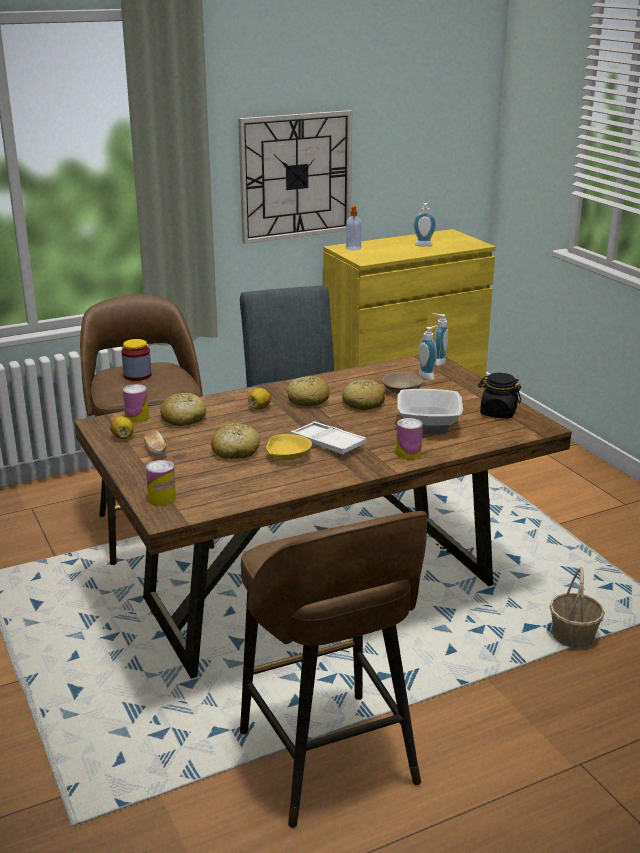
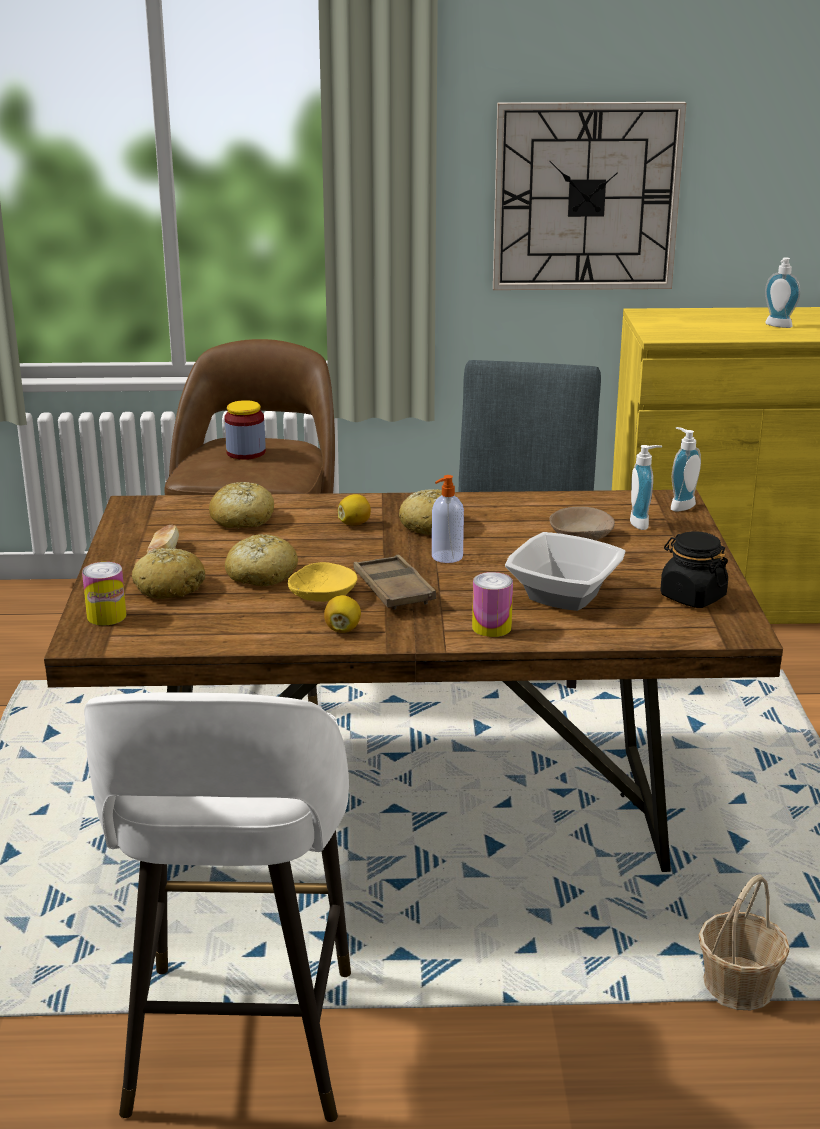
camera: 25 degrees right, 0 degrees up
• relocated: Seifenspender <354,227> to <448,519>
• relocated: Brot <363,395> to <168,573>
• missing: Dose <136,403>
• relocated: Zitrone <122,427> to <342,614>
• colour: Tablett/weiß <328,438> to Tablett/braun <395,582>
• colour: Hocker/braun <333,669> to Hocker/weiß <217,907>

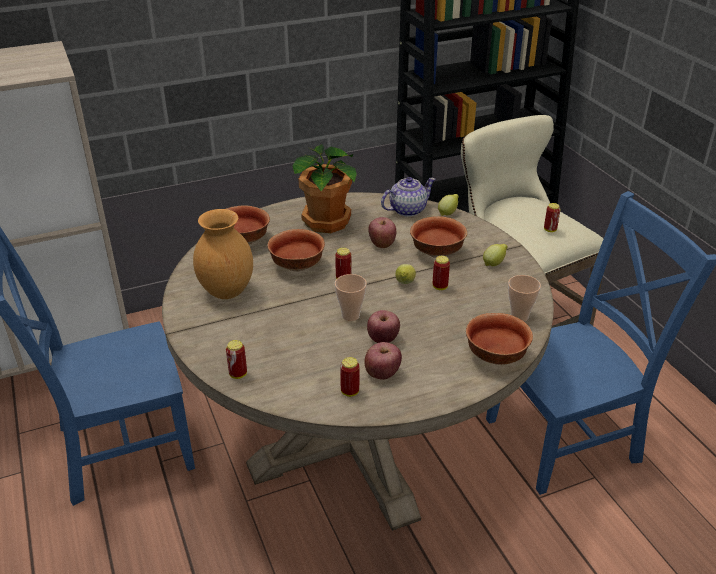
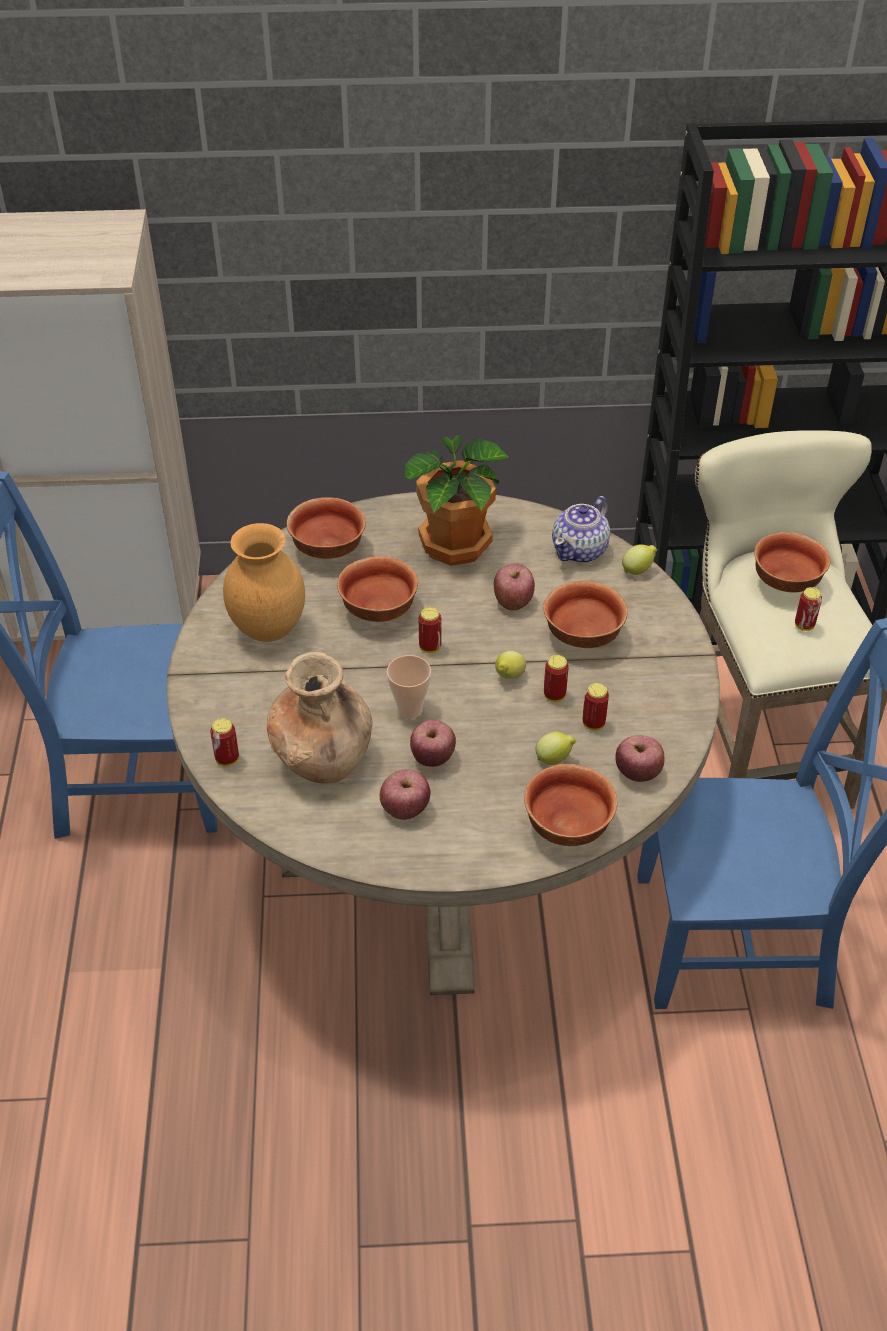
camera: 20 degrees right, 10 degrees up
• spun: Teekanne <408,197> = <581,529> 135 degrees clockwise
• relocated: Zitrone <495,255> to <555,748>
• exchanged: Tasse <524,298> to Apfel <640,758>
• relocated: Dose <349,377> to <596,706>
• appeared: Schüssel <792,562>
• appeared: Vase/braun <320,717>

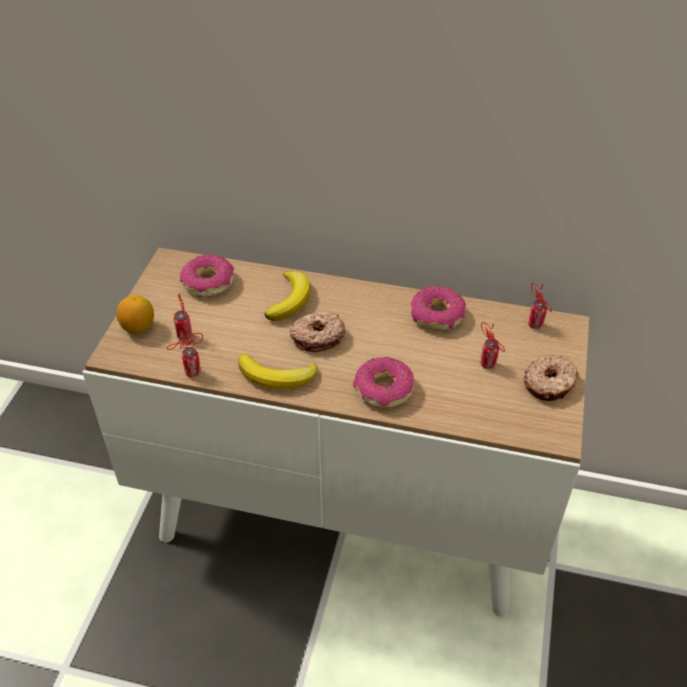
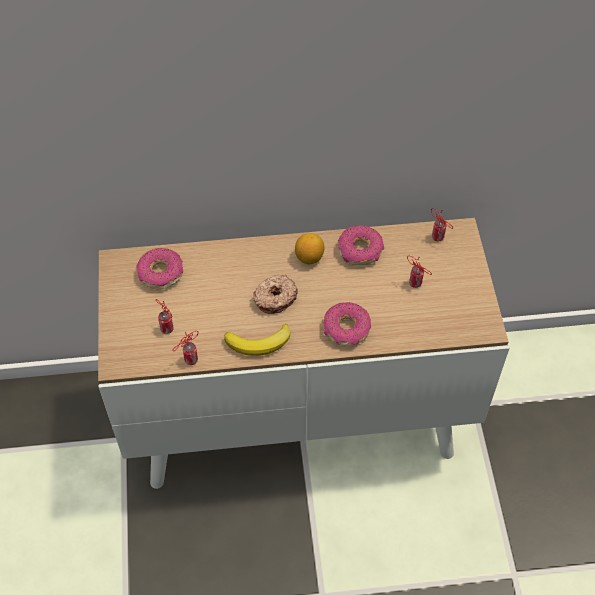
camera: 20 degrees left, 10 degrees up
• missing: Banane <287,296>
• relocated: Zitrone <135,314> to <309,248>
• missing: Donut <551,377>

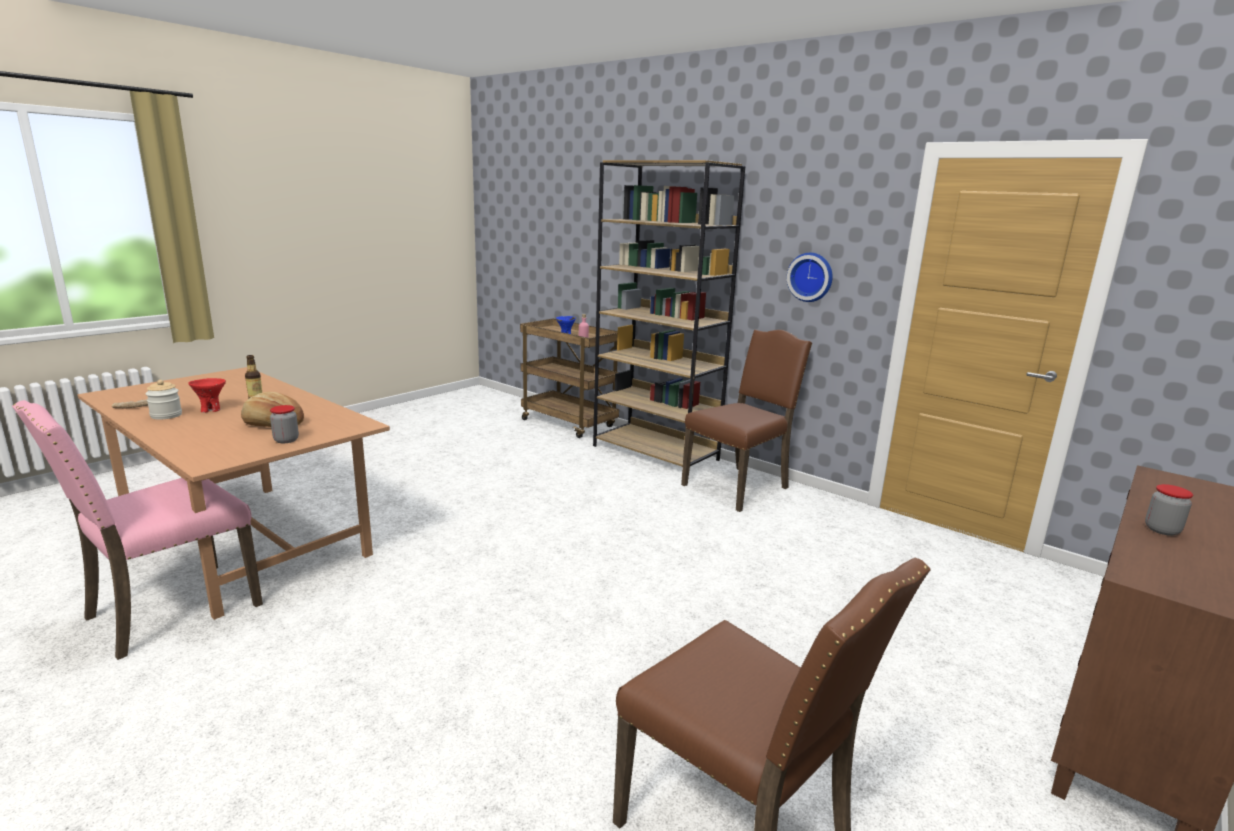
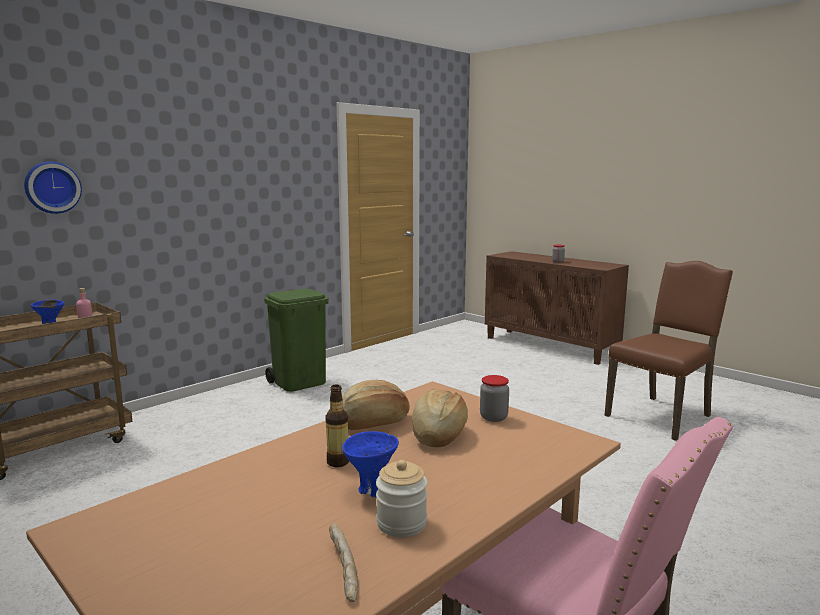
camera: 85 degrees left, 5 degrees down
• missing: Bücherregal/braun <669,313>
• relocated: Wanduhr <810,277> to <53,187>
• exchanged: Stuhl/braun <746,421> to Mülleimer/grün <296,340>
• colour: Schüssel/rot <207,395> to Schüssel/blau <370,464>
• appeared: Brot <376,405>

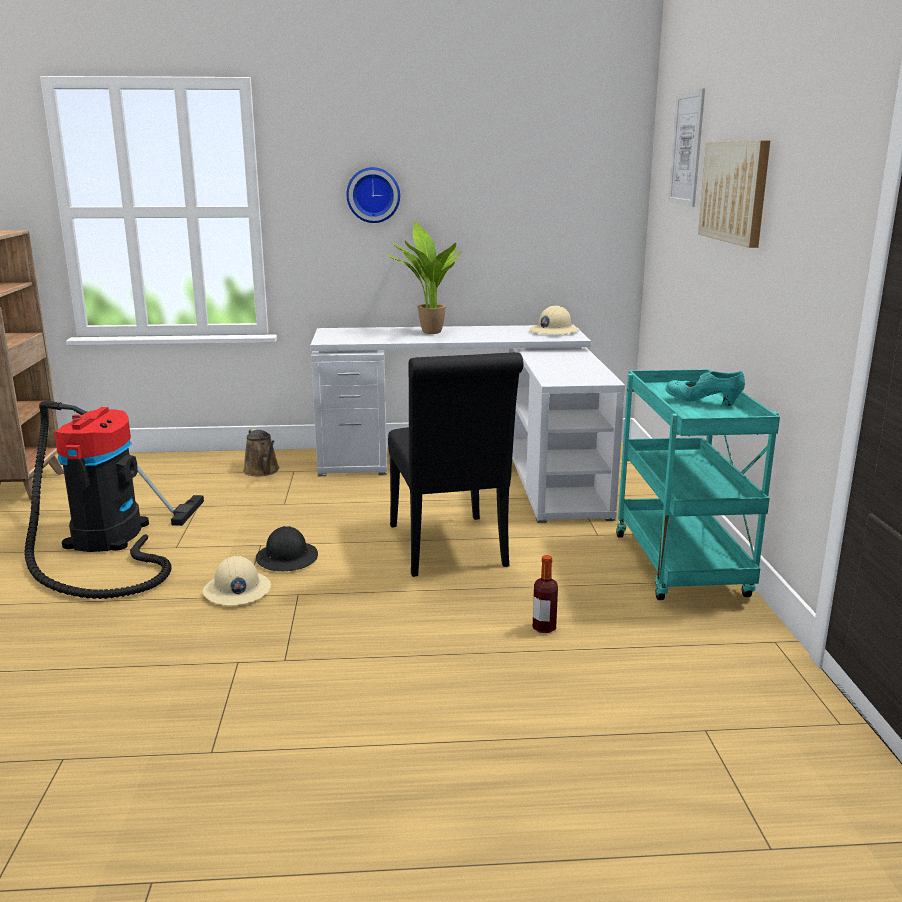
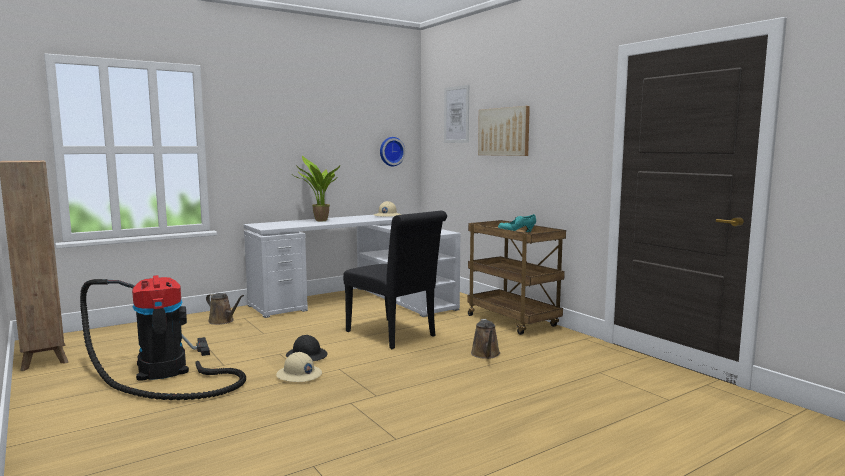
camera: 30 degrees left, 10 degrees down
• relocated: Wanduhr <373,195> to <392,151>
• colour: Rollwagen/türkis <698,484> to Rollwagen/braun <516,277>
• exchanged: Flasche <545,594> to Gießkanne/braun <485,339>

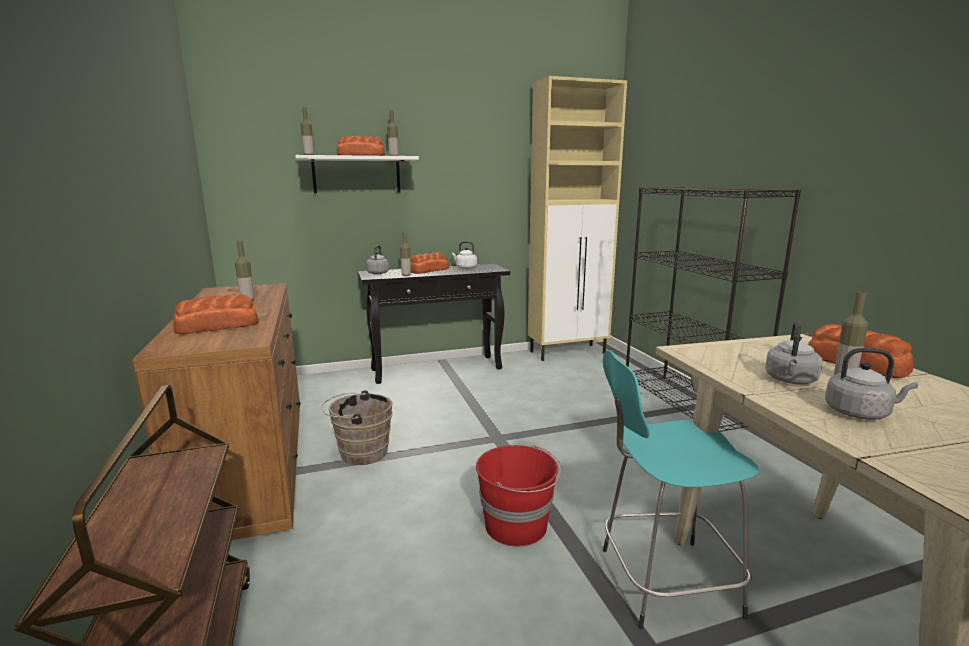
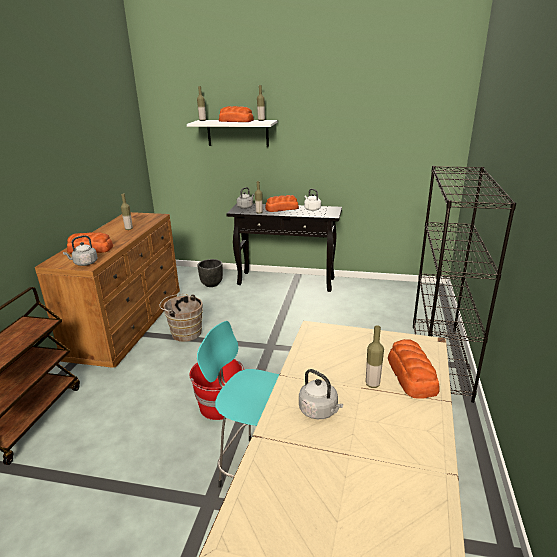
camera: 30 degrees right, 10 degrees up
• missing: Schrank/beige <577,218>
• relocated: Wasserkessel/grau <794,352> to <80,250>
• appeared: Pflanzkübel/schwarz <210,273>

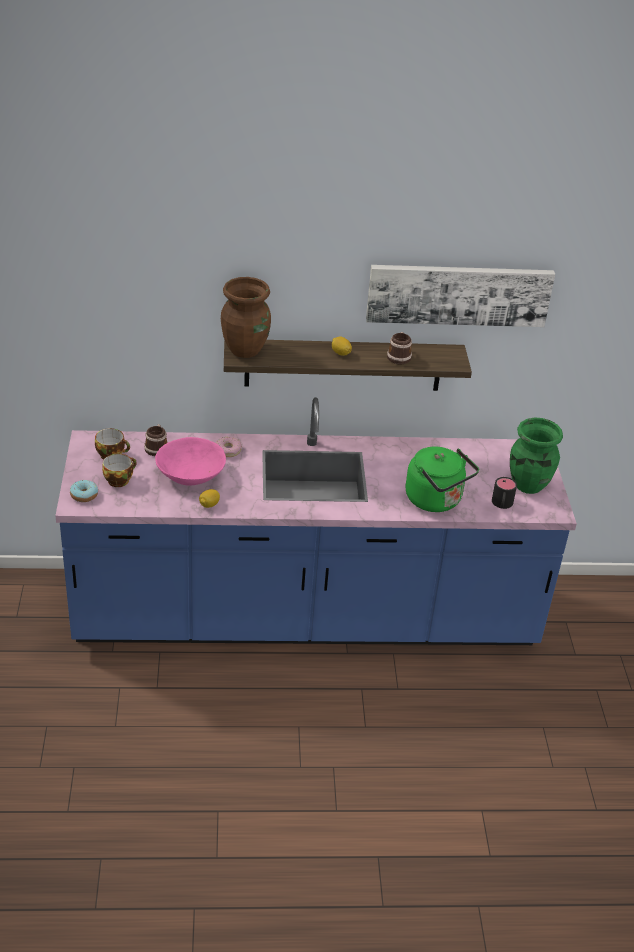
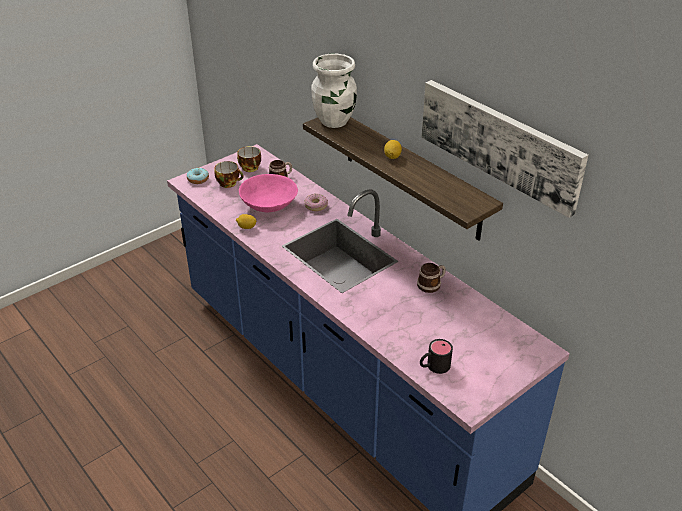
camera: 55 degrees right, 0 degrees up
• colour: Vase/braun <246,317> to Vase/weiß <334,91>
• relocated: Henkelbecher <399,348> to <431,278>
• missing: Vase/grün <536,455>
• missing: Wasserkessel/grün <442,479>

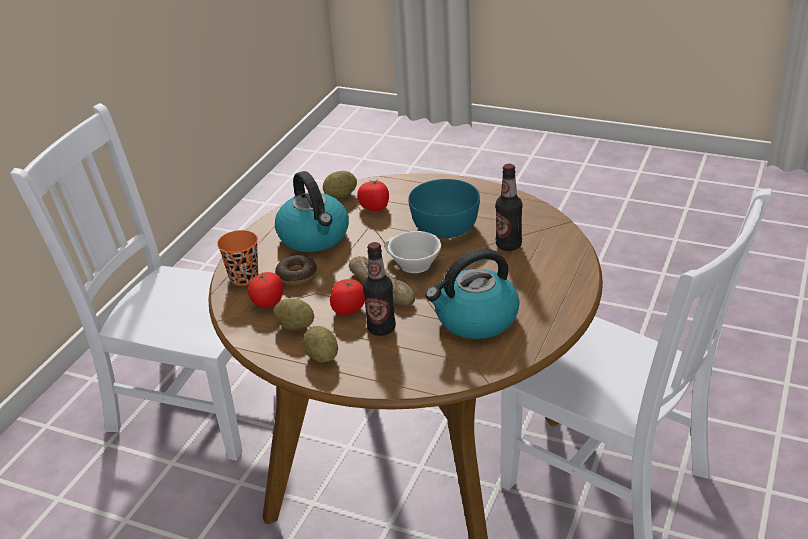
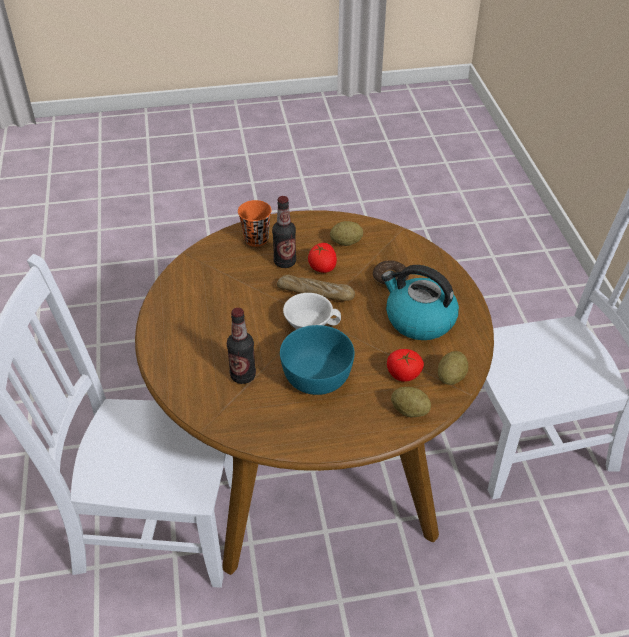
camera: 145 degrees right, 10 degrees up
• relocated: Tasse/orange <237,258> to <255,223>
• missing: Wasserkessel <472,293>
• missing: Tomate <265,290>
• relocated: Kartoffel <320,344> to <411,402>

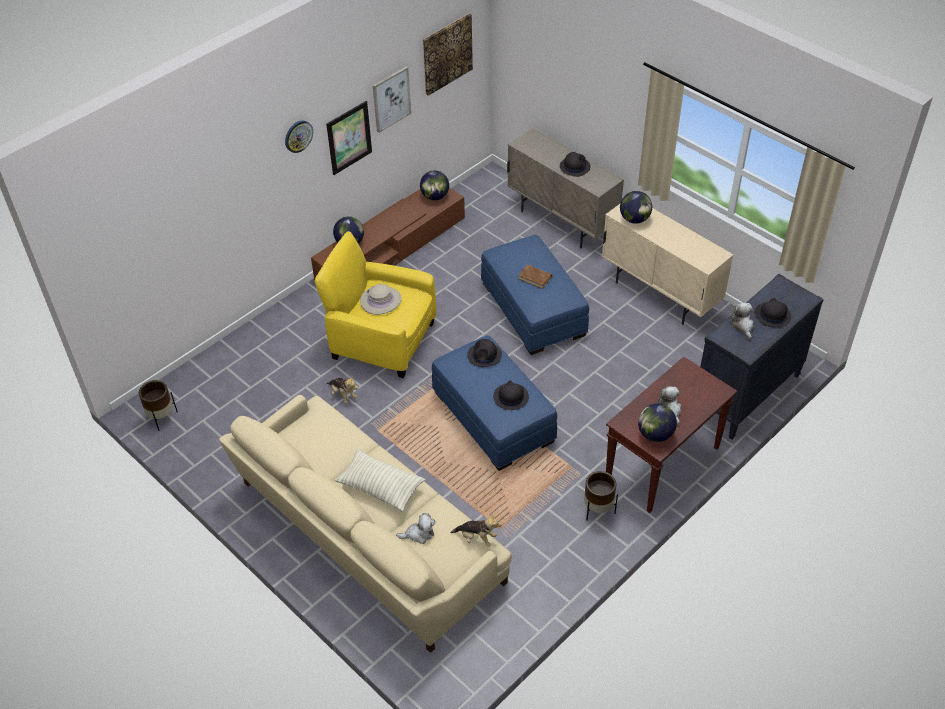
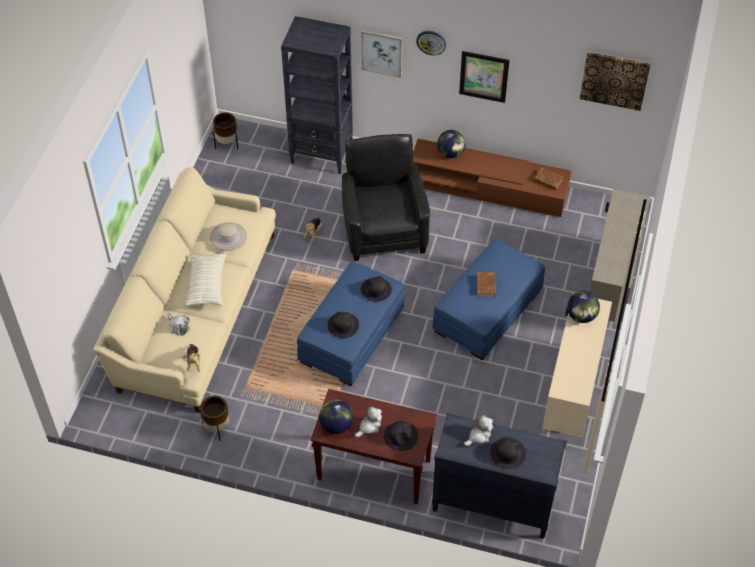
camera: 60 degrees right, 5 degrees up
• relocated: Bild <392,99> to <381,54>
• relocated: Hut/schwarz <575,164> to <401,436>
• exchanged: Globus <434,185> to Buch/braun <548,179>
• colour: Sessel/gelb <375,304> to Sessel/schwarz <386,197>
• relocated: Hut/beige <381,299> to <228,236>
• relocated: Pflanzkübel/braun <601,496> to <214,418>
• appeared: Bücherregal/schwarz <317,95>

